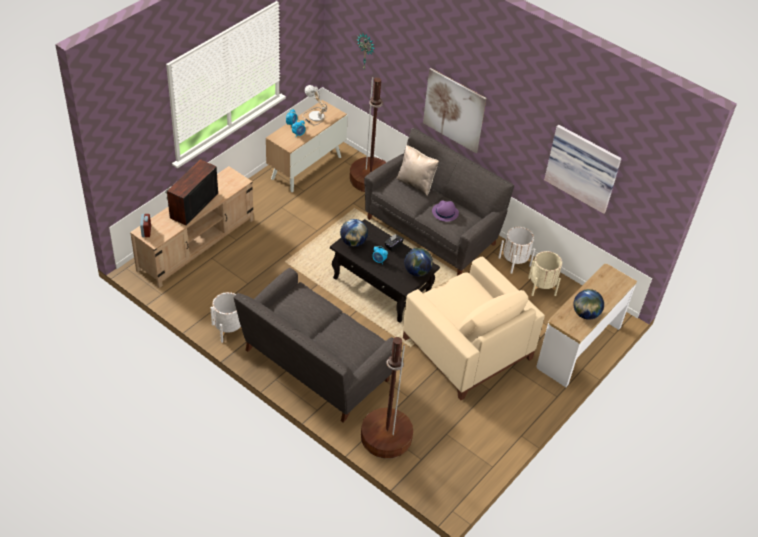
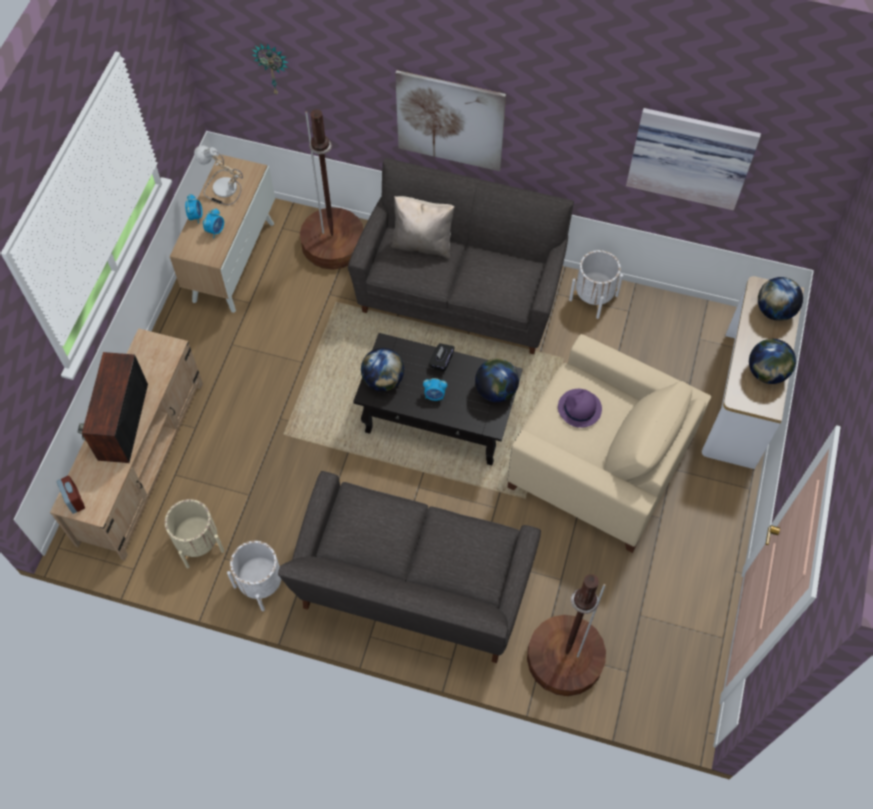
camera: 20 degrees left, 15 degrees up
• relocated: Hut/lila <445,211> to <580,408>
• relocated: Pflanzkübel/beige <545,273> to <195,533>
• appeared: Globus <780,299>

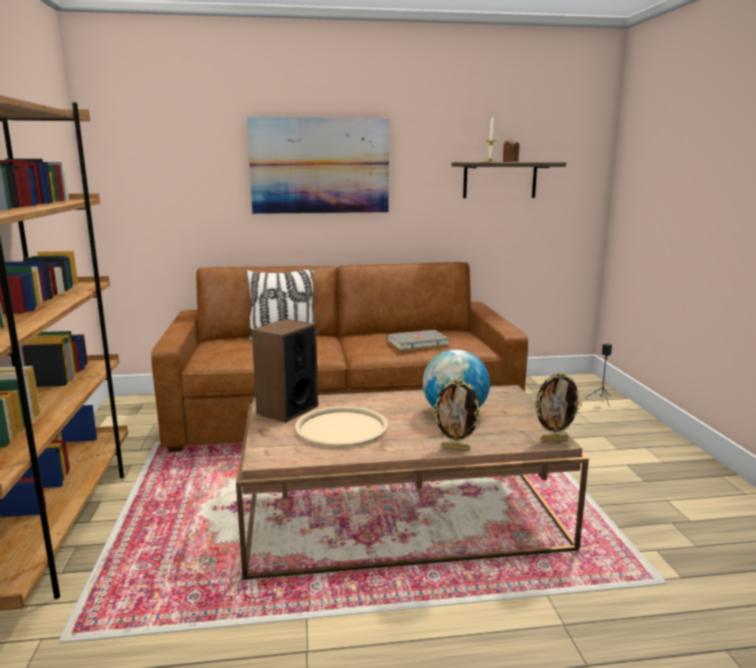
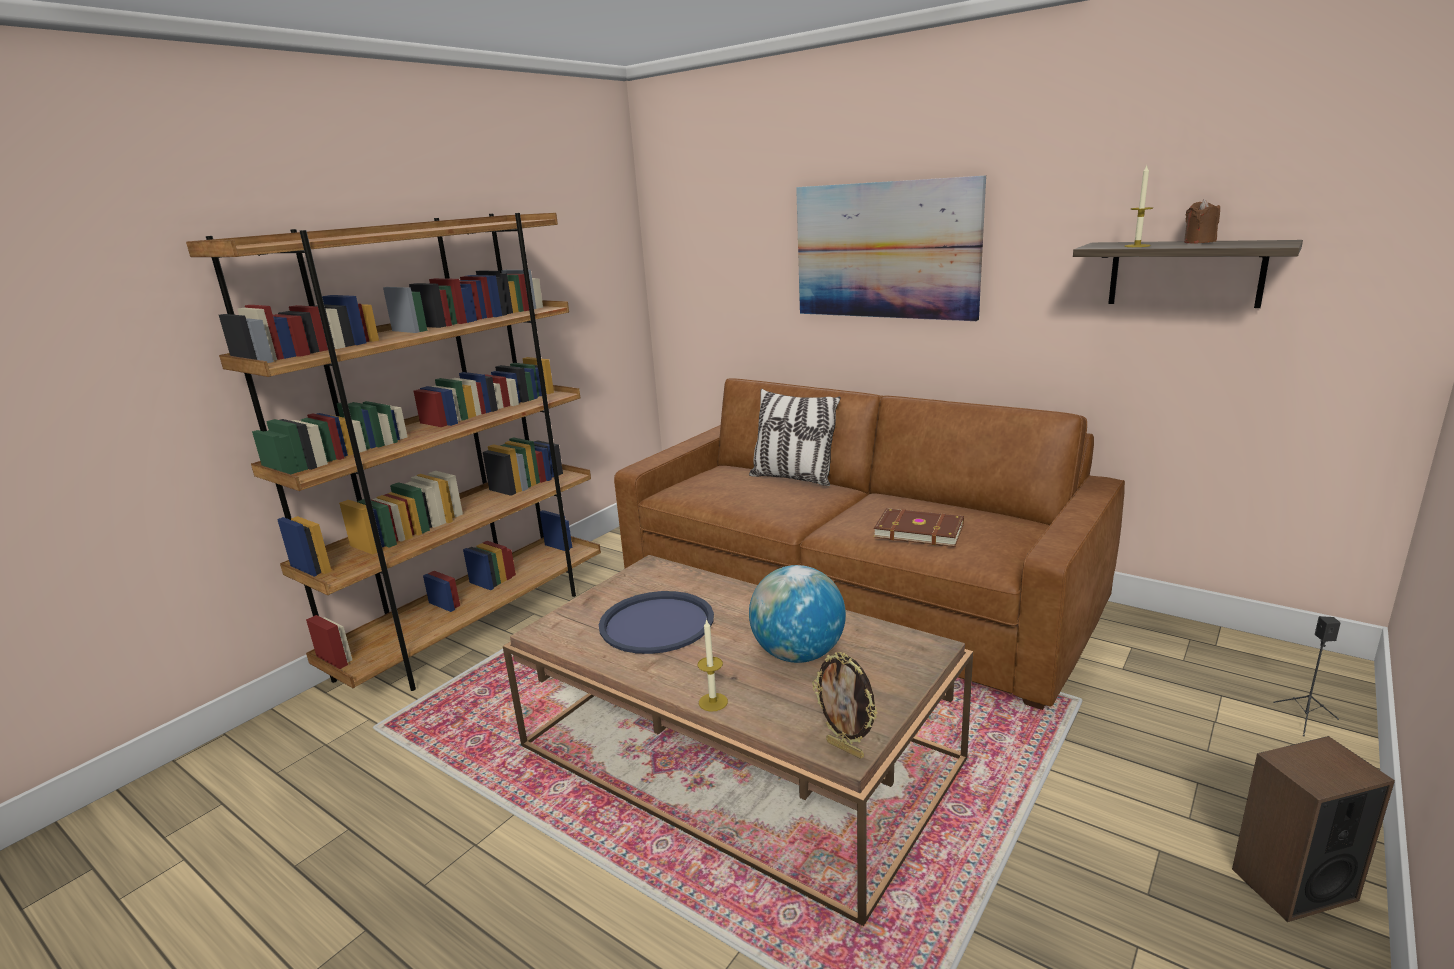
camera: 45 degrees right, 5 degrees up
• relocated: Lautsprecher <285,371> to <1313,829>
• colour: Buch/grau <418,340> to Buch/braun <919,527>
• exchanged: Bilderrahmen <457,415> to Kerze <713,665>
• colour: Tablett/beige <341,427> to Tablett/blau <656,622>

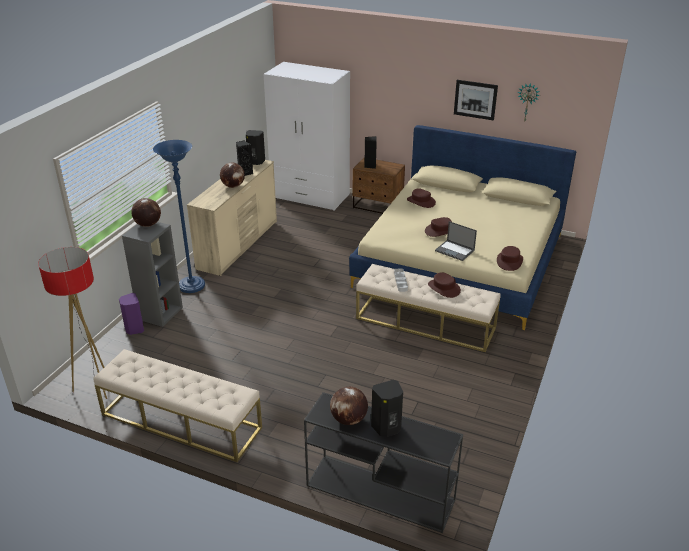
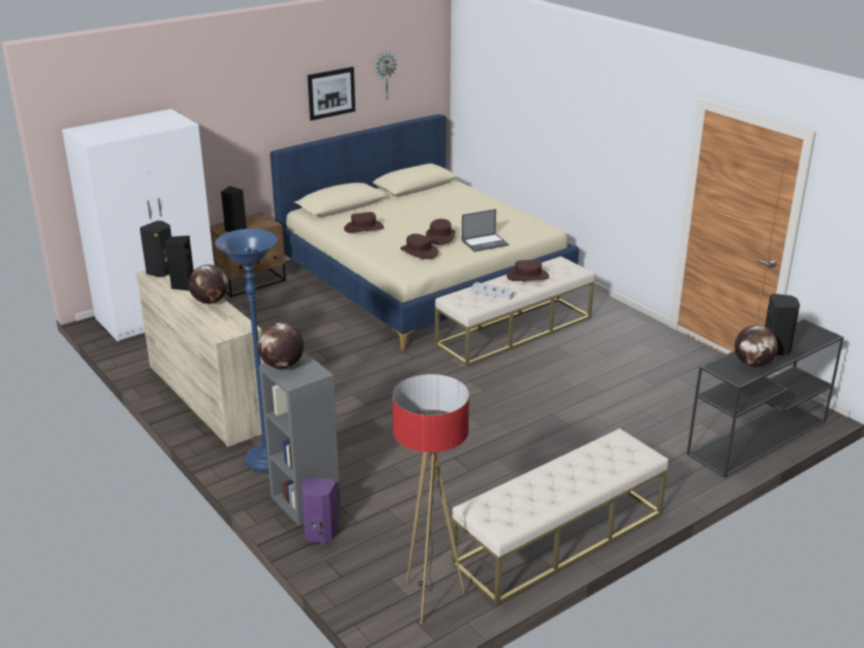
camera: 60 degrees left, 5 degrees down
• relocated: Hut/braun <510,258> to <419,246>

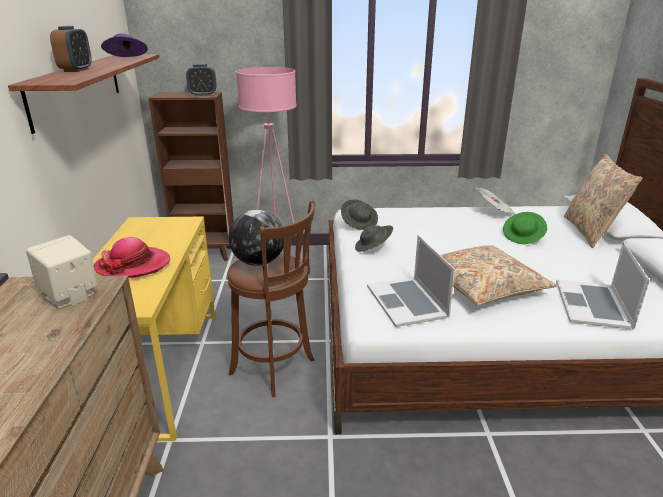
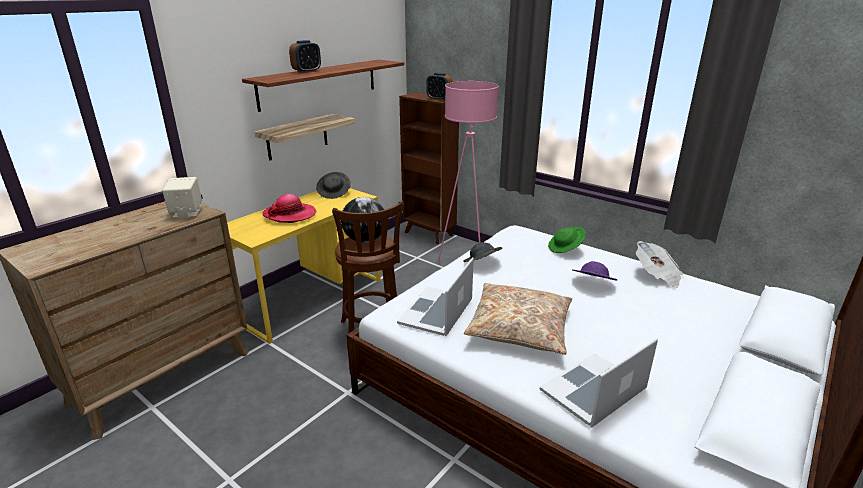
camera: 40 degrees right, 0 degrees up
• relocated: Hut/lila <124,45> to <594,271>
• missing: Kissen/beige <603,201>
• relocated: Hut/grau <359,214> to <333,185>
• relocated: Hut/grün <525,228> to <567,240>
• appeared: Wandregal <304,137>

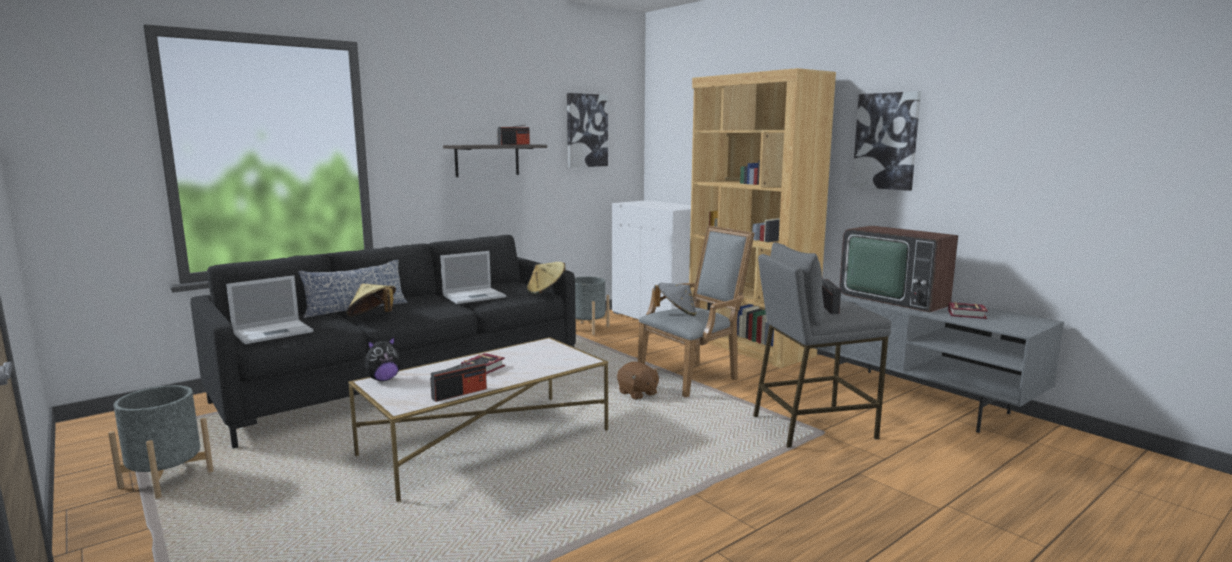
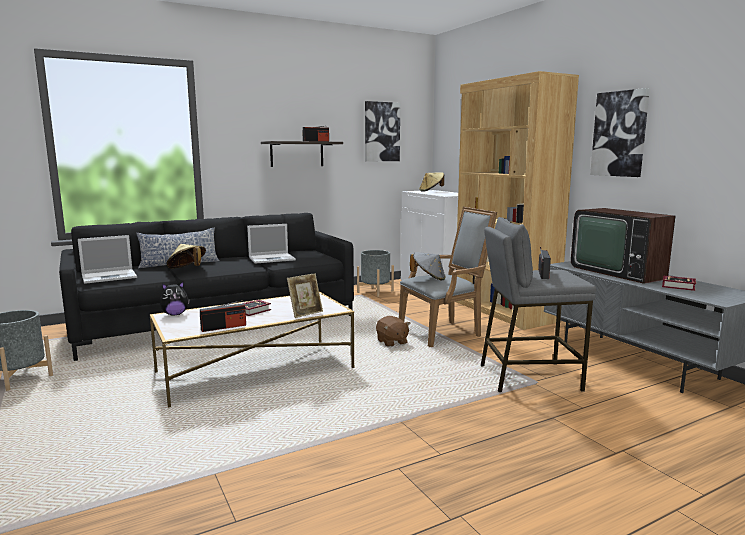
camera: 10 degrees right, 0 degrees up
• relocated: Hut/beige <546,278> to <431,182>
• appeared: Bilderrahmen <305,295>

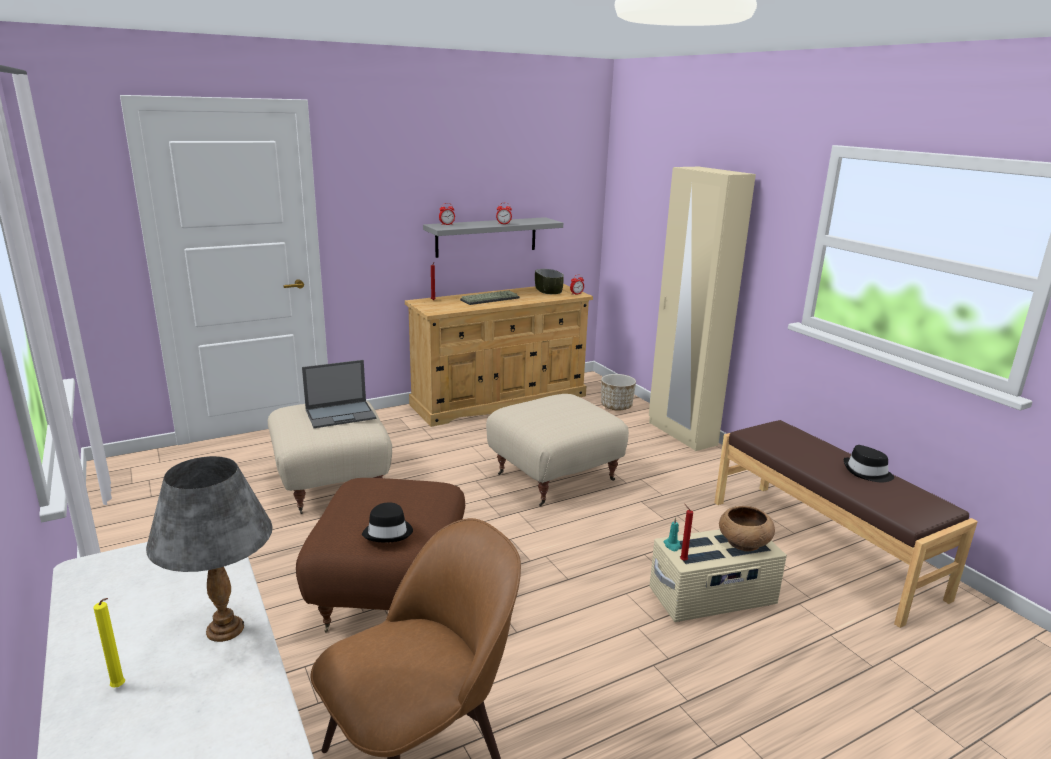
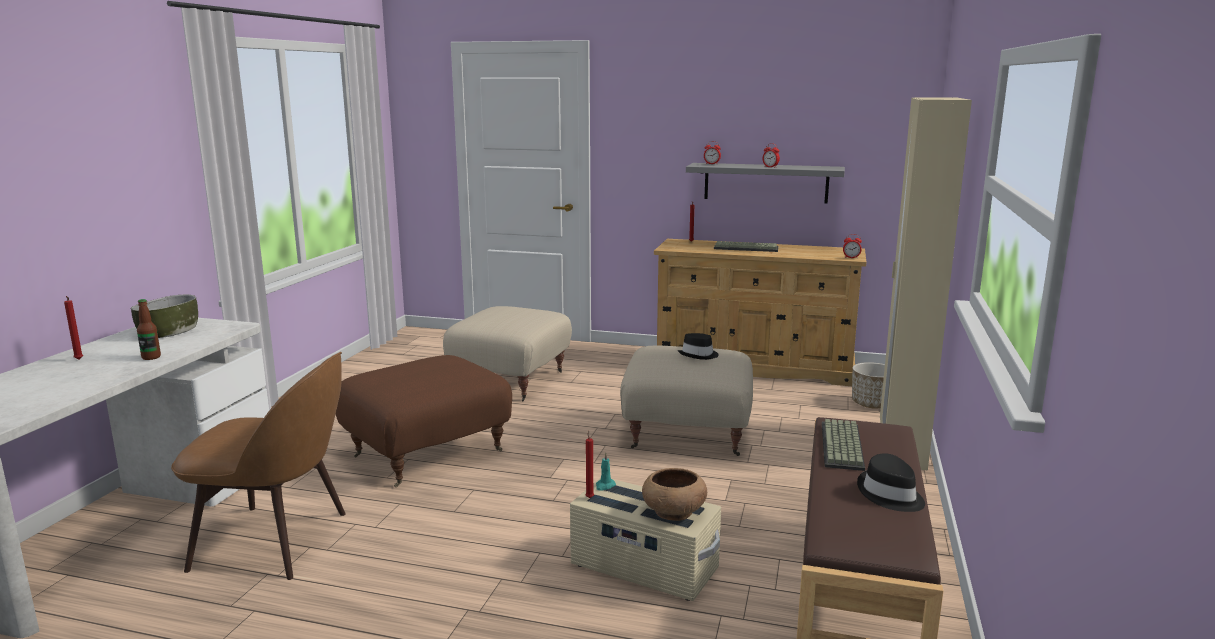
camera: 45 degrees right, 5 degrees down
• relocated: Schüssel <549,281> to <164,316>
• missing: Laptop <339,394>
• exchanged: Tischlampe/grau <209,549> to Flasche <149,329>
• relocated: Hut/schwarz <387,523> to <698,346>
• colour: Kerze/gelb <109,642> to Kerze/rot <73,328>
• appeared: Tastatur <843,445>

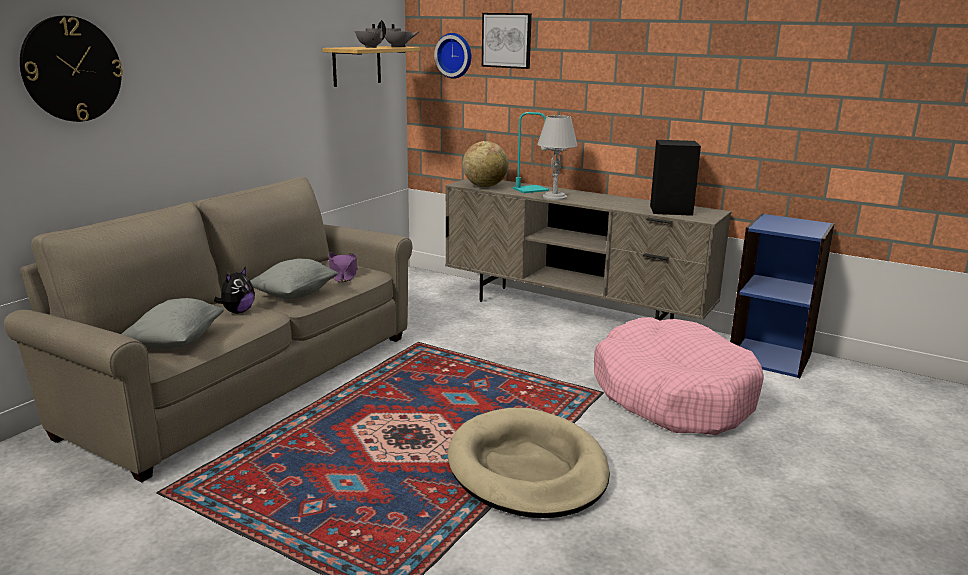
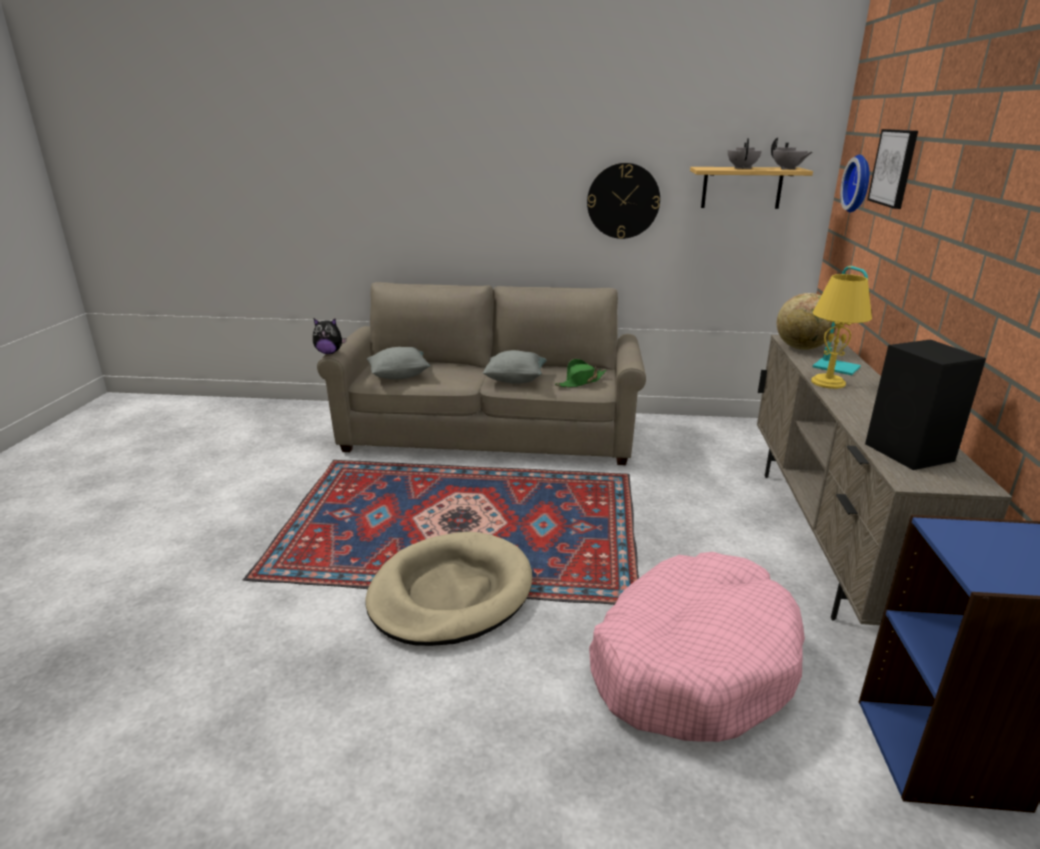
camera: 65 degrees right, 5 degrees up
• relocated: Wanduhr <71,69> to <623,201>
• colour: Tischlampe/grau <557,157> to Tischlampe/gelb <841,331>
• colour: Hut/lila <343,267> to Hut/grün <580,373>
• relocated: Plüschtier <234,290> to <329,336>

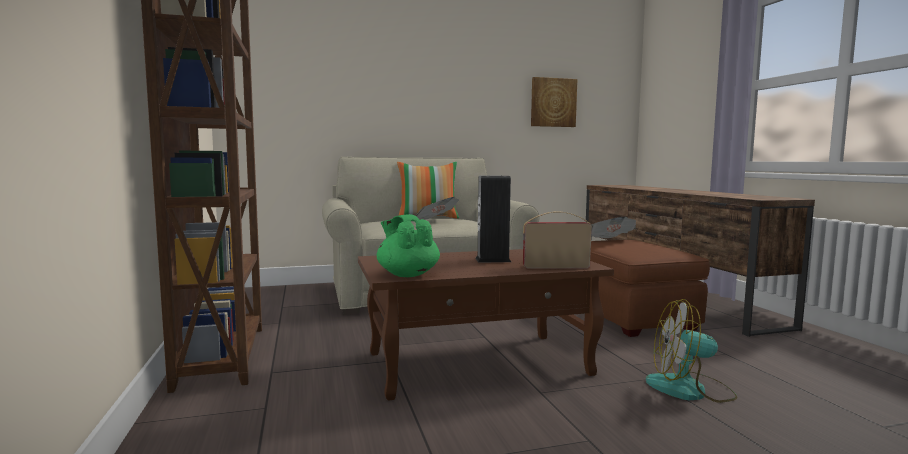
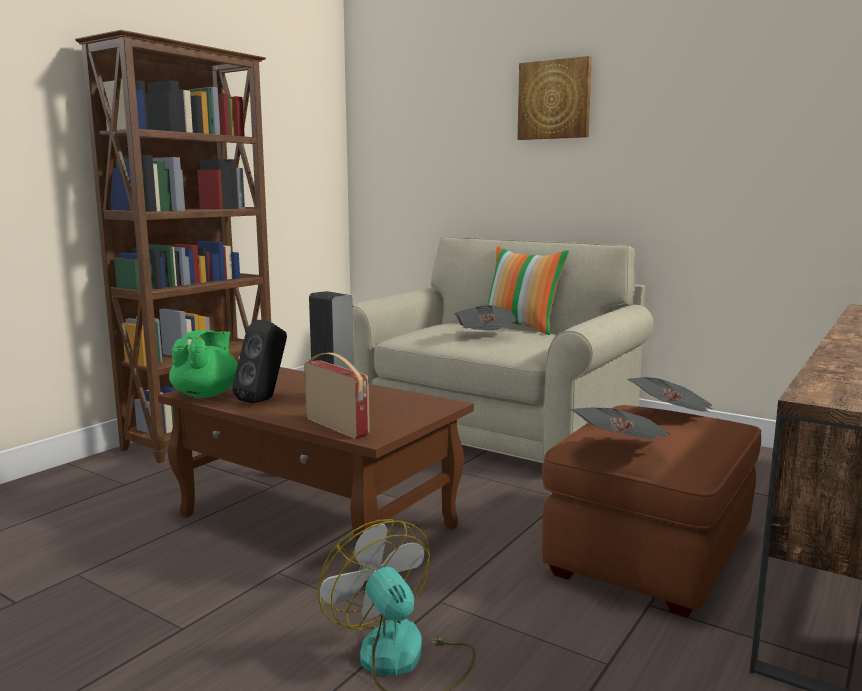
camera: 50 degrees right, 5 degrees up
• relocated: Bild <554,102> to <555,98>
• appeared: Lautsprecher/schwarz <259,361>
• appeared: Zeitung <619,423>

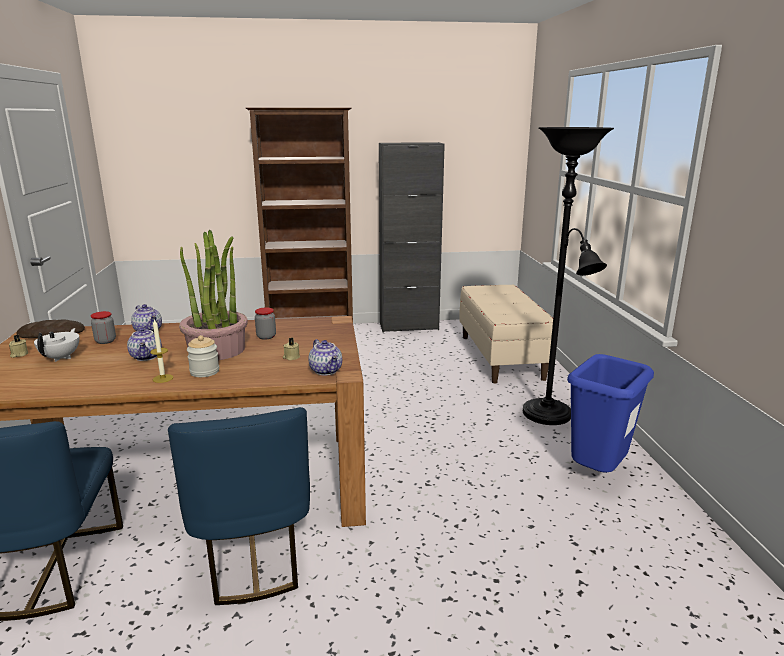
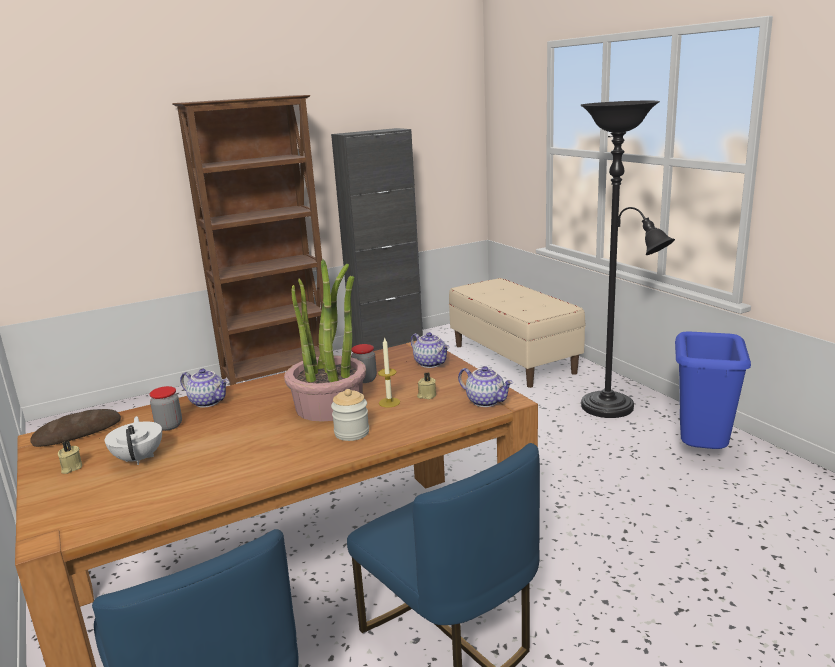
camera: 20 degrees left, 0 degrees up
• relocated: Kerze <161,351> to <389,372>
• relocated: Teekanne <144,344> to <430,350>

